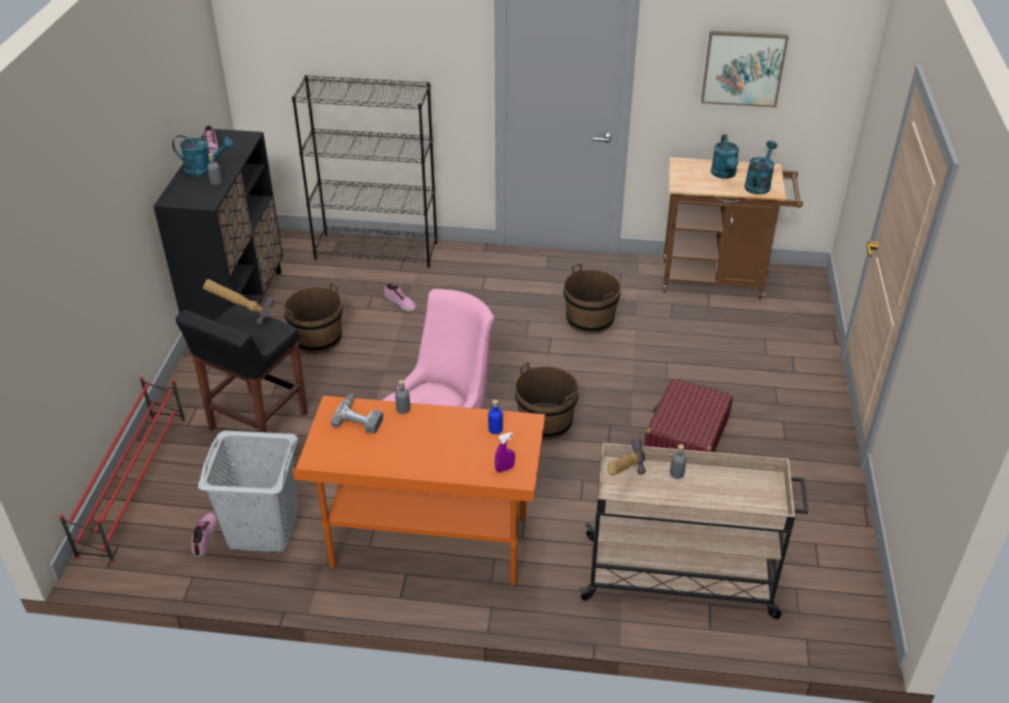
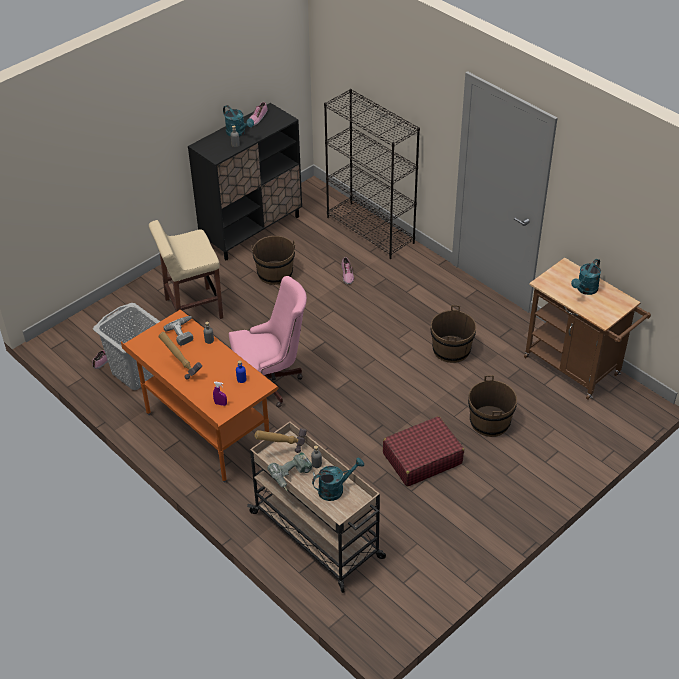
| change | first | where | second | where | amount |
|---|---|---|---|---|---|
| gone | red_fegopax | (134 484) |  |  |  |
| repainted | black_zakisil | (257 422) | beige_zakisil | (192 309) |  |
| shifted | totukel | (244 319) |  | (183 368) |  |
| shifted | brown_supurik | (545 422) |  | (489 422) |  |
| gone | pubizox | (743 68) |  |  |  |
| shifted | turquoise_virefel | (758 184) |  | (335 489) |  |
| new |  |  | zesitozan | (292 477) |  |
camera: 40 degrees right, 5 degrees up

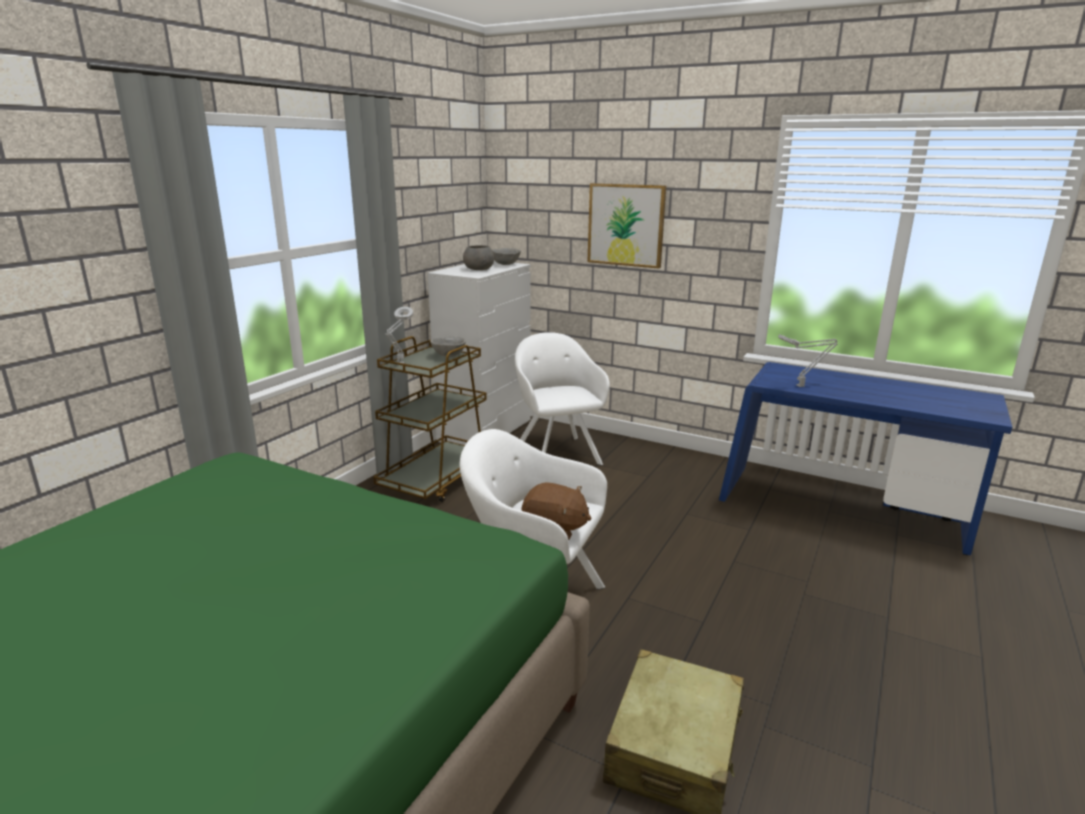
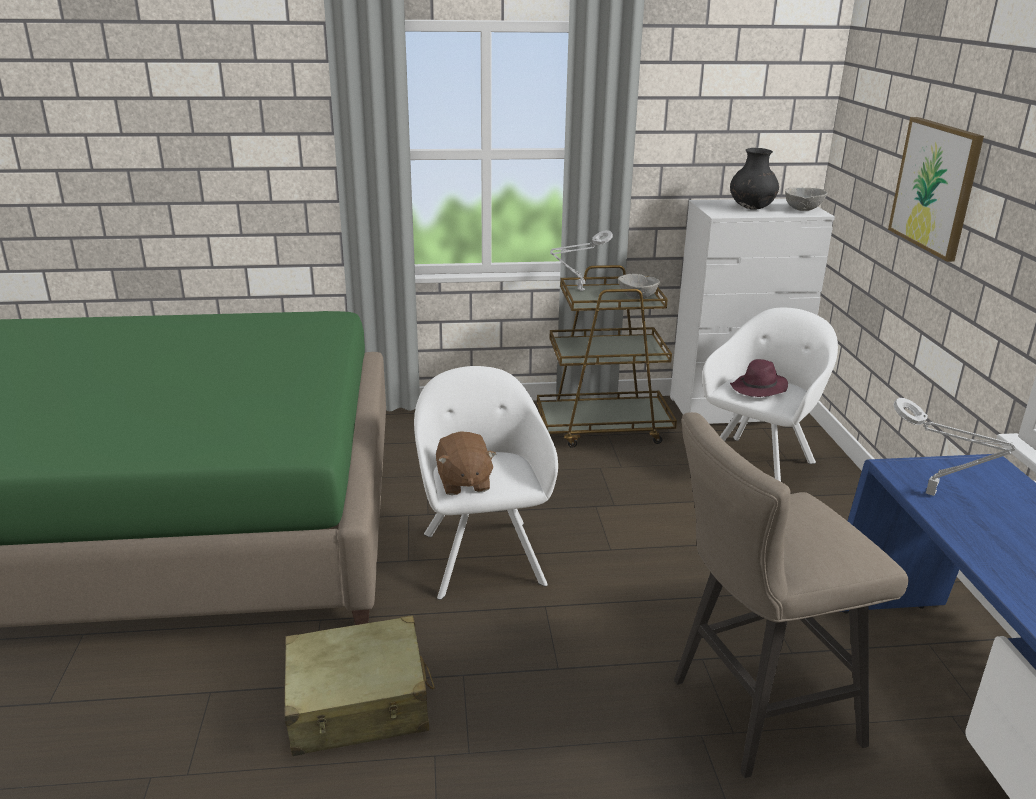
| change | first | where | second | where | amount |
|---|---|---|---|---|---|
| swapped | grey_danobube | (479 269) | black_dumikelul | (751 208) |  |
| new |  |  | beige_zakisil | (753 712) |  |
| new |  |  | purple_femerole | (758 389) |  |
camera: 55 degrees right, 5 degrees up

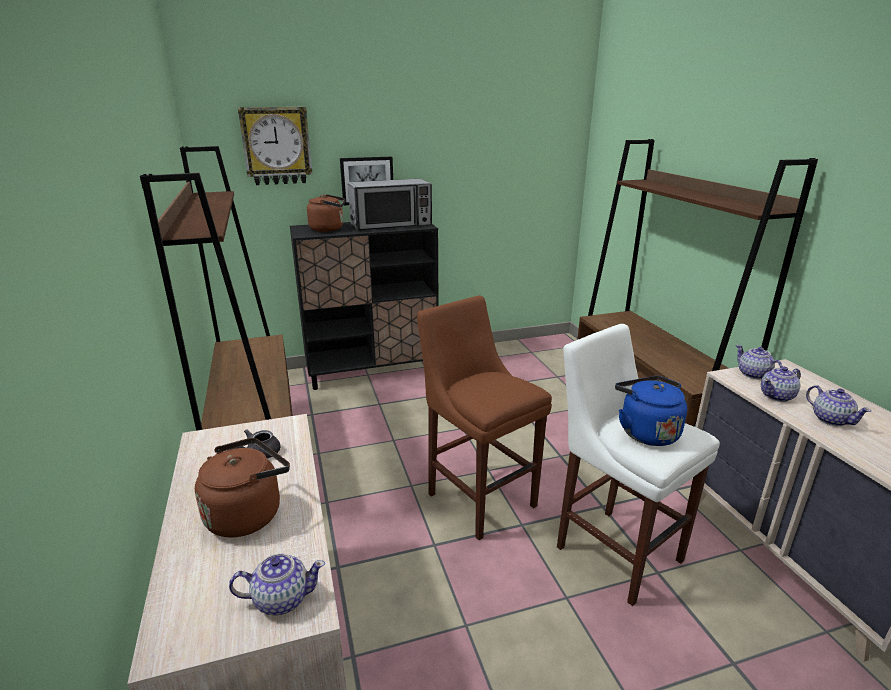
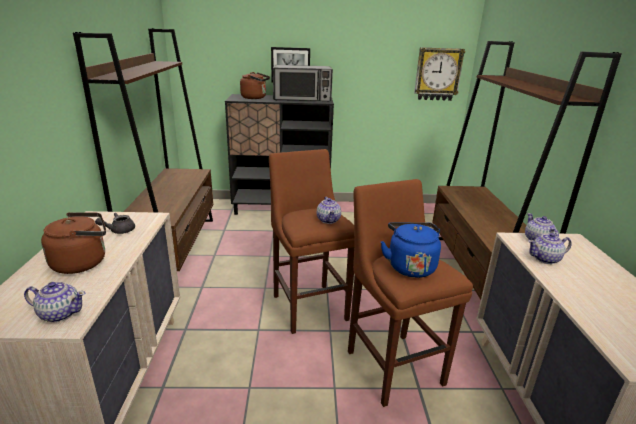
| change | first | where | second | where | amount |
|---|---|---|---|---|---|
| shifted | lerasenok | (276 146) |  | (437 74) |  |
| repainted | white_zakisil | (614 549) | brown_zakisil | (392 363) |  |
| shifted | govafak | (831 419) |  | (328 220) |  |
camera: 15 degrees right, 0 degrees up

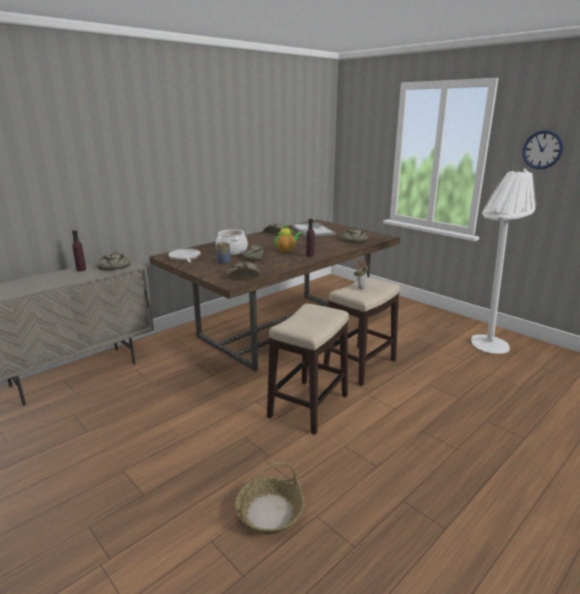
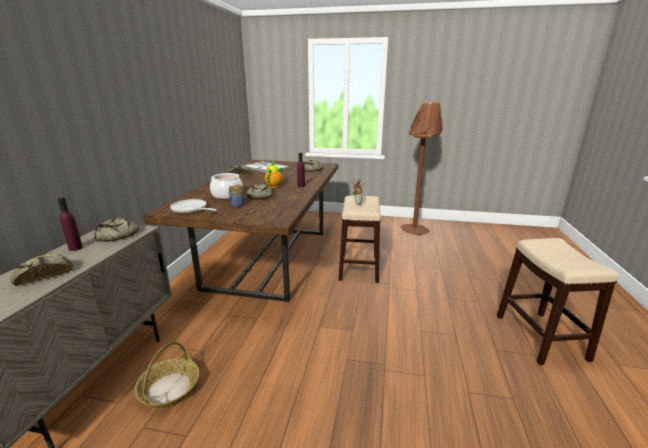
| change | first | where | second | where | amount |
|---|---|---|---|---|---|
| shifted | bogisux | (243 275) |  | (43 274) |  |
| shifted | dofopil | (270 513) |  | (169 389) |  |
| shifted | zakisil | (308 406) |  | (541 337) |  |
| repainted | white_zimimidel | (484 347) | brown_zimimidel | (414 232) |  |
| gone | lerasenok | (542 149) |  |  |  |
camera: 35 degrees left, 0 degrees up

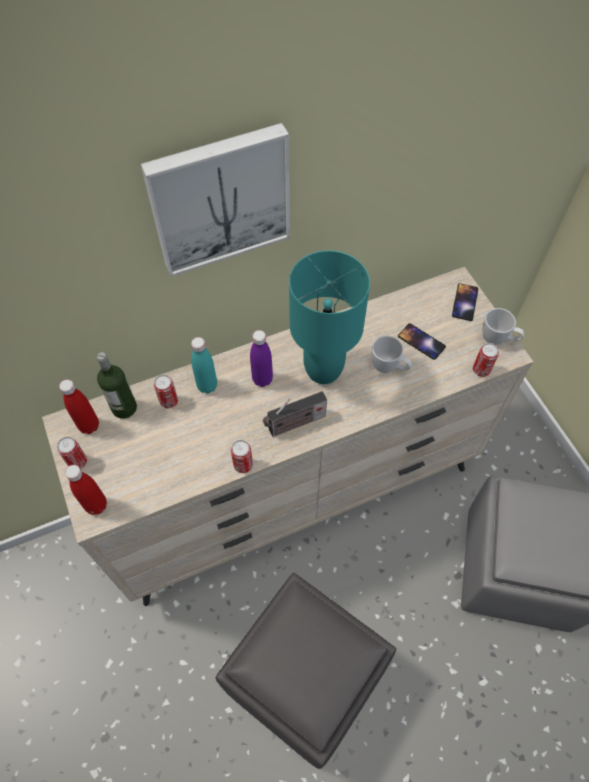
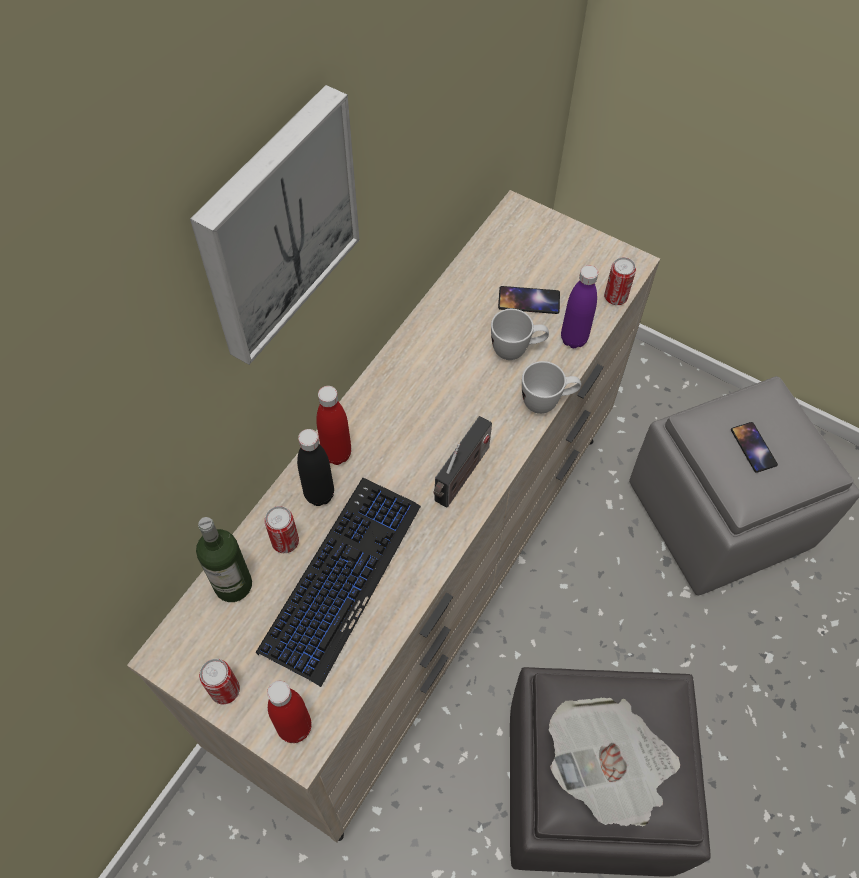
| change | first | where | second | where | amount |
|---|---|---|---|---|---|
| shifted | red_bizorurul | (89 426) |  | (337 454) |  |
| repainted | turquoise_bizorurul | (207 386) | black_bizorurul | (319 494) |  |
| gone | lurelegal | (243 465) |  |  |  |
| shifted | purple_bizorurul | (262 379) |  | (573 339) |  |
| gone | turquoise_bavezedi | (323 371) |  |  |  |
| shifted | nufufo | (464 302) |  | (753 447) |  |
| shifted | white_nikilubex | (498 340) |  | (547 402) |  |
| new |  |  | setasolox | (341 577) |  |
| new |  |  | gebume | (609 766) |  |
camera: 35 degrees left, 0 degrees up

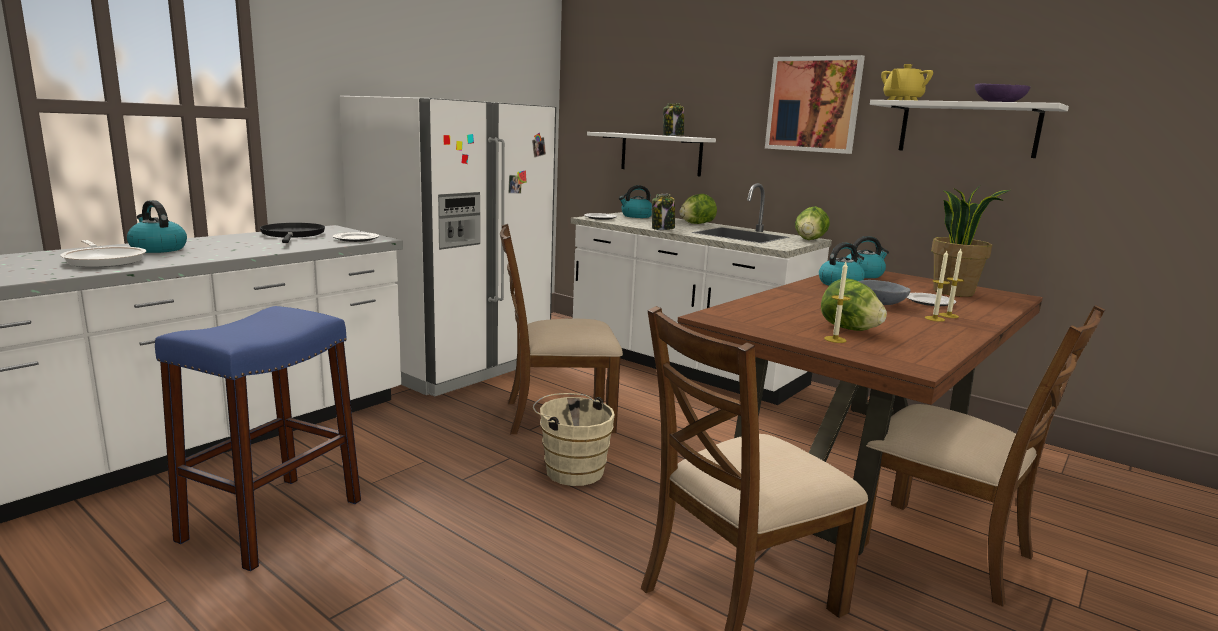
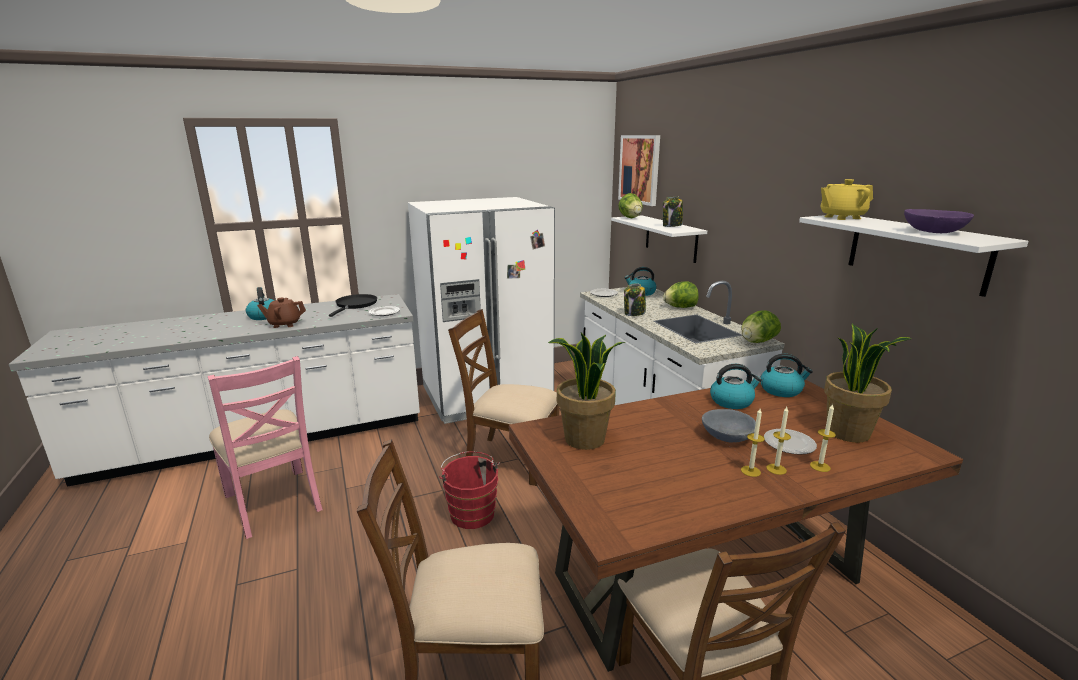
| change | first | where | second | where | amount |
|---|---|---|---|---|---|
| gone | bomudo | (105 260) |  |  |  |
| swapped | blue_zakisil | (272 520) | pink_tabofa | (274 502) |  |
| repainted | beige_supurik | (571 469) | red_supurik | (471 512) |  |
| shifted | pubizox | (813 104) |  | (639 169) |  |
| shifted | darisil | (849 329) |  | (630 218) |  |
| shifted | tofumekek | (835 339) |  | (820 466) |  |
| new |  |  | brown_govafak | (284 324) |  |
| new |  |  | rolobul | (584 439) |  |
camera: 30 degrees right, 5 degrees up

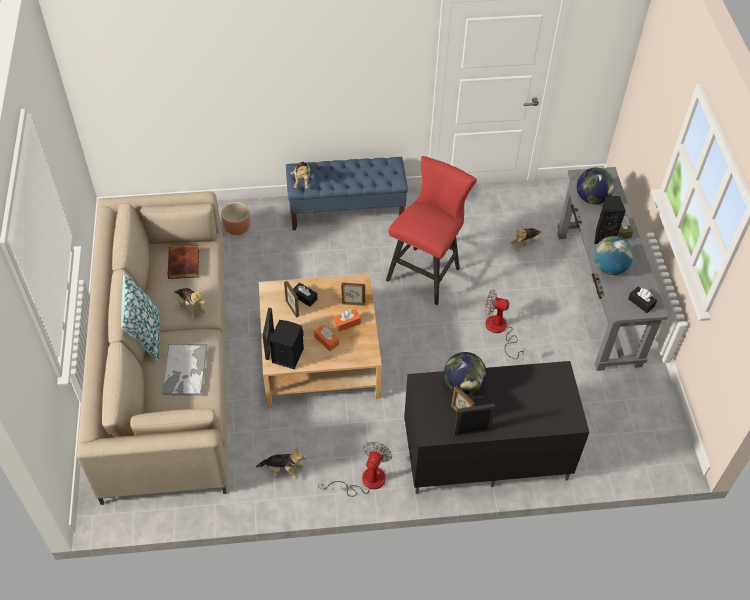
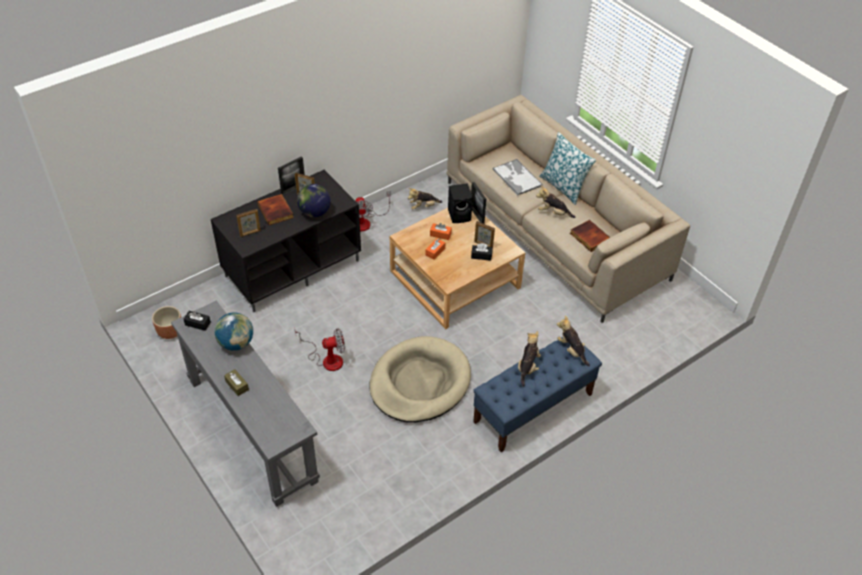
| change | first | where | second | where | amount |
|---|---|---|---|---|---|
| shifted | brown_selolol | (237 228) |  | (170 331) |  |
| shifted | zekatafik | (353 303) |  | (250 233) |  |
| swapped | red_zakisil | (426 272) | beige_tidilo | (419 382) |  |
| shifted | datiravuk | (525 243) |  | (527 367) |  |
| gone | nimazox | (591 198) |  |  |  |
| gone | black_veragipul | (604 237) |  |  |  |
| new |  |  | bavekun | (276 211) |  |
camera: 150 degrees right, 5 degrees down

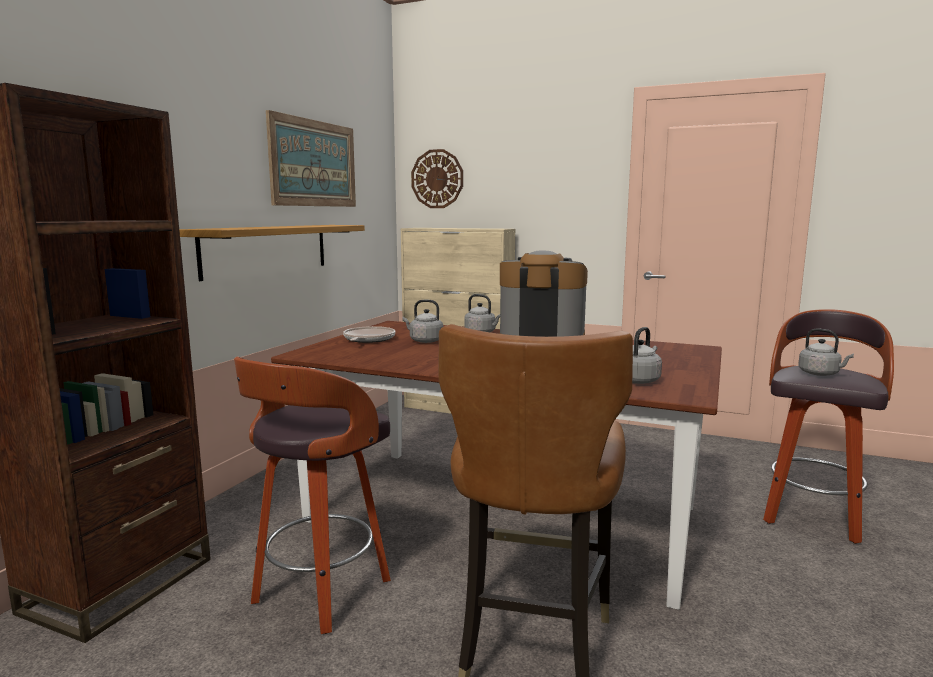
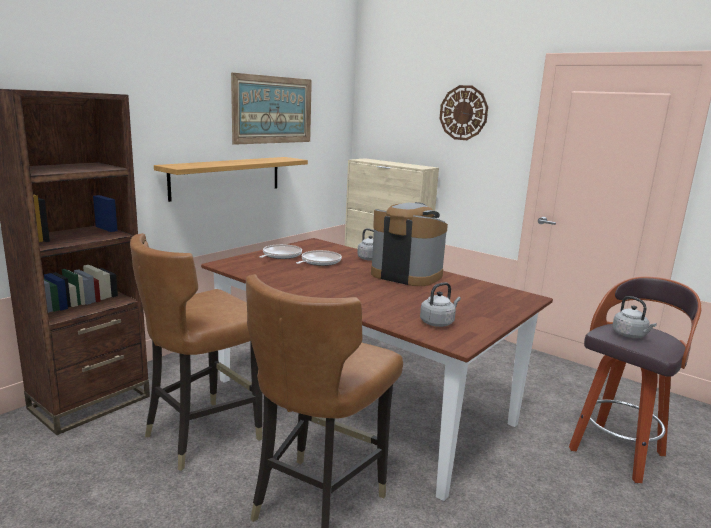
| change | first | where | second | where | amount |
|---|---|---|---|---|---|
| swapped | zakisil | (320 593) | brown_tabofa | (203 434) |  |
| swapped | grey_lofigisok | (424 341) | bomudo | (319 262) |  |
| shifted | lerasenok | (437 179) |  | (463 113) |  |
camera: 15 degrees right, 5 degrees up

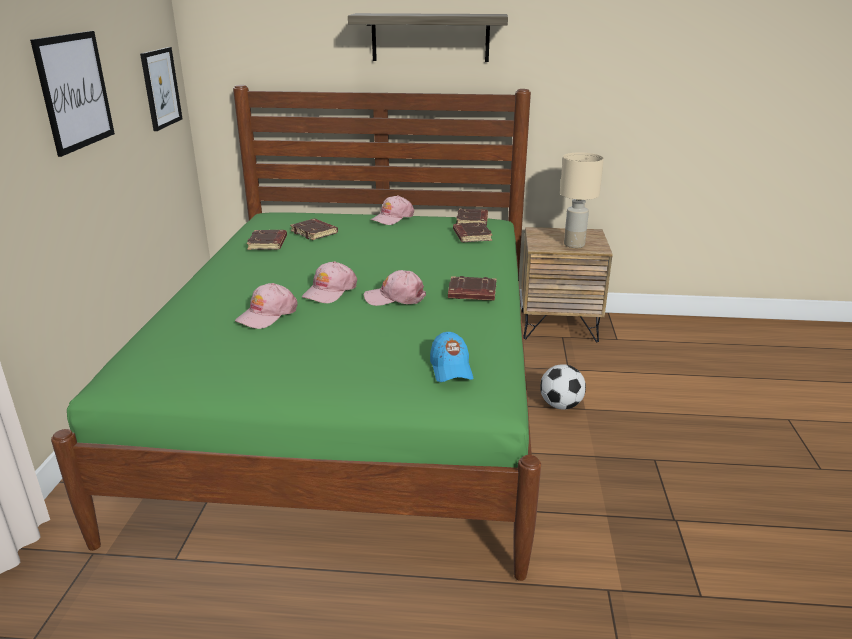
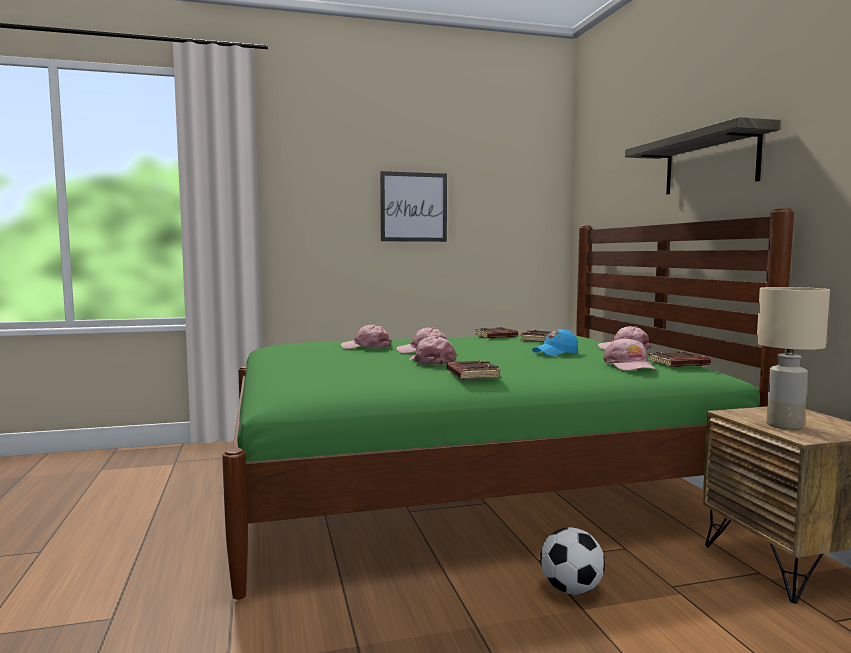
| change | first | where | second | where | amount |
|---|---|---|---|---|---|
| gone | pubizox | (160 88) |  |  |  |
| shifted | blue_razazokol | (451 369) |  | (555 353) |  |
| swapped | brown_bavekun | (471 236) | pink_razazokol | (629 366) |  |
camera: 70 degrees right, 20 degrees down

